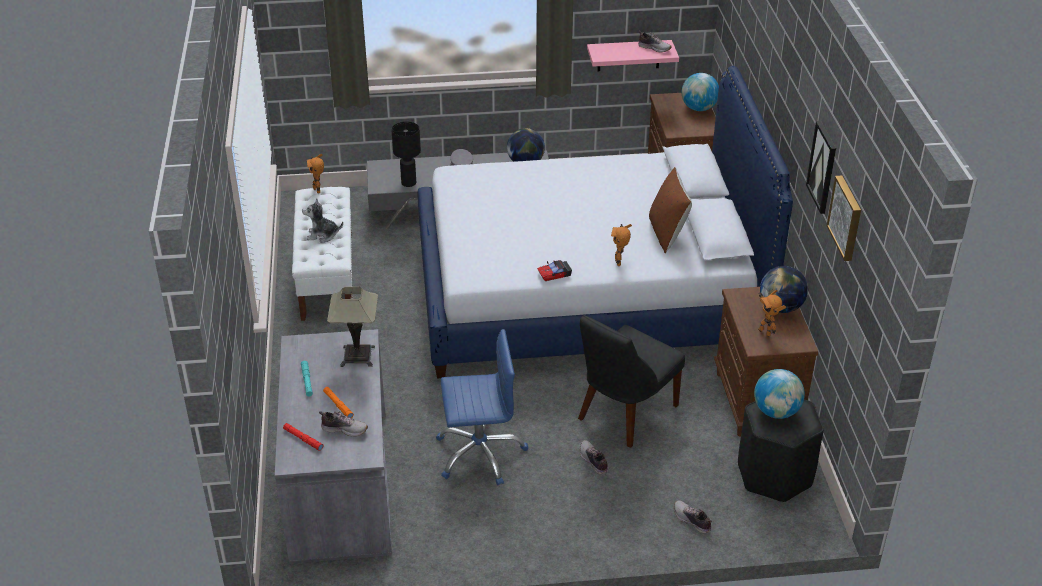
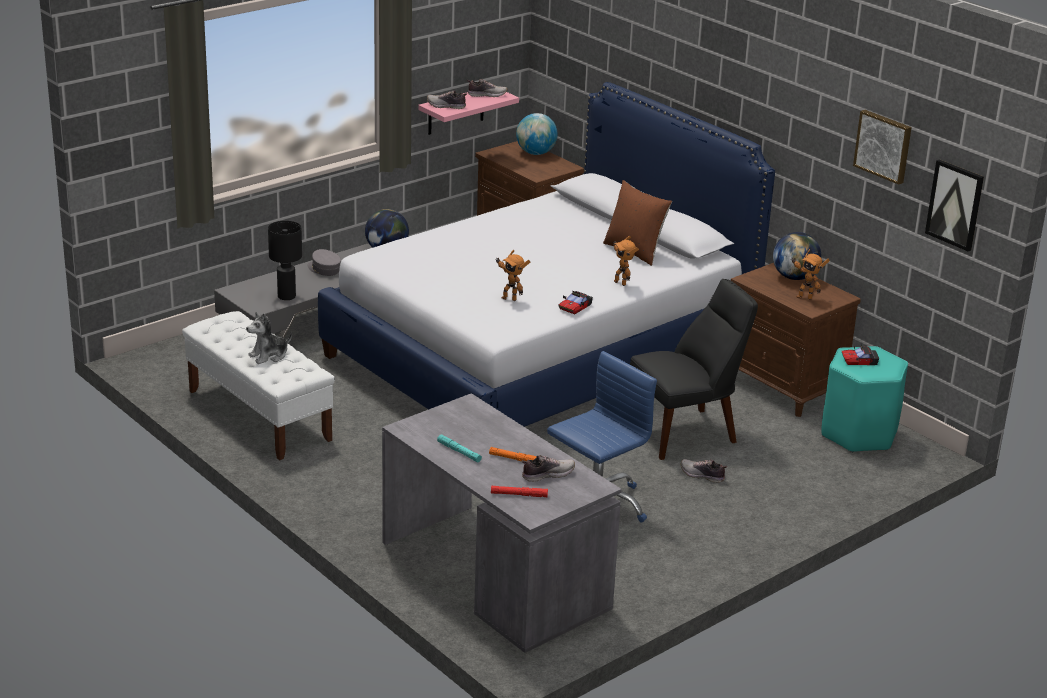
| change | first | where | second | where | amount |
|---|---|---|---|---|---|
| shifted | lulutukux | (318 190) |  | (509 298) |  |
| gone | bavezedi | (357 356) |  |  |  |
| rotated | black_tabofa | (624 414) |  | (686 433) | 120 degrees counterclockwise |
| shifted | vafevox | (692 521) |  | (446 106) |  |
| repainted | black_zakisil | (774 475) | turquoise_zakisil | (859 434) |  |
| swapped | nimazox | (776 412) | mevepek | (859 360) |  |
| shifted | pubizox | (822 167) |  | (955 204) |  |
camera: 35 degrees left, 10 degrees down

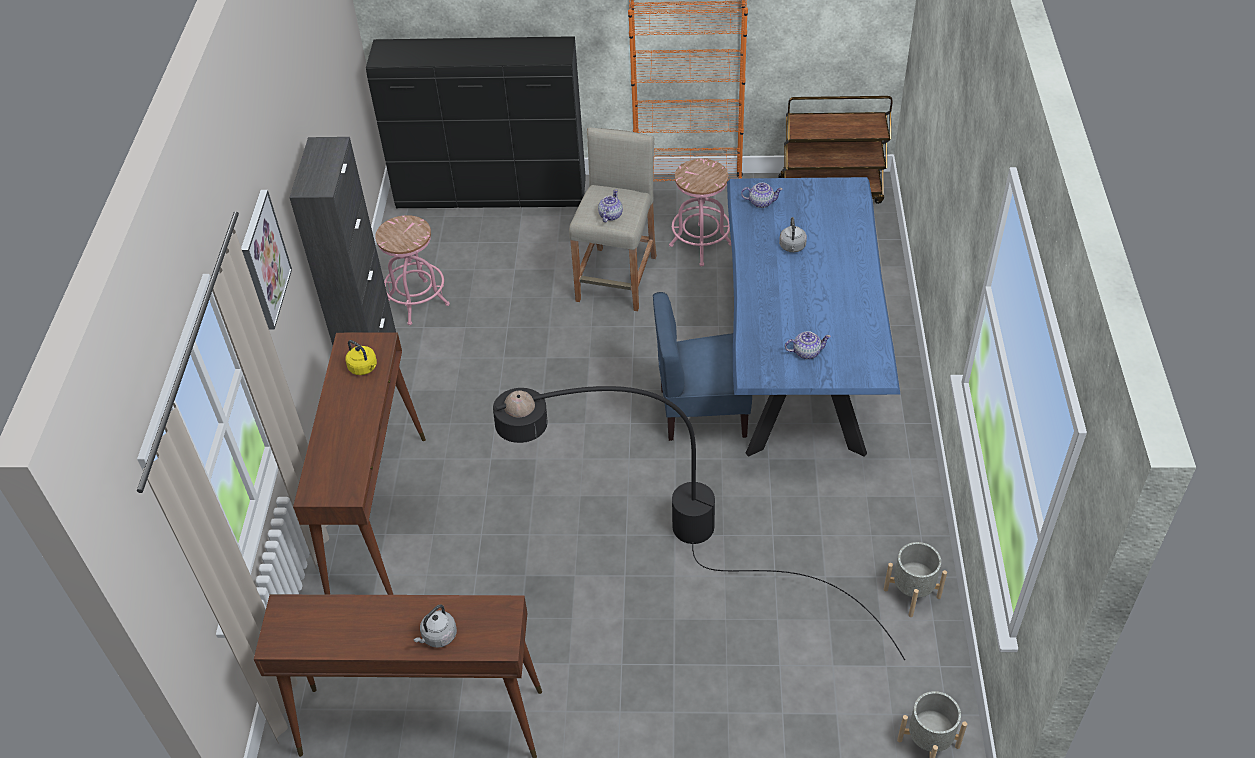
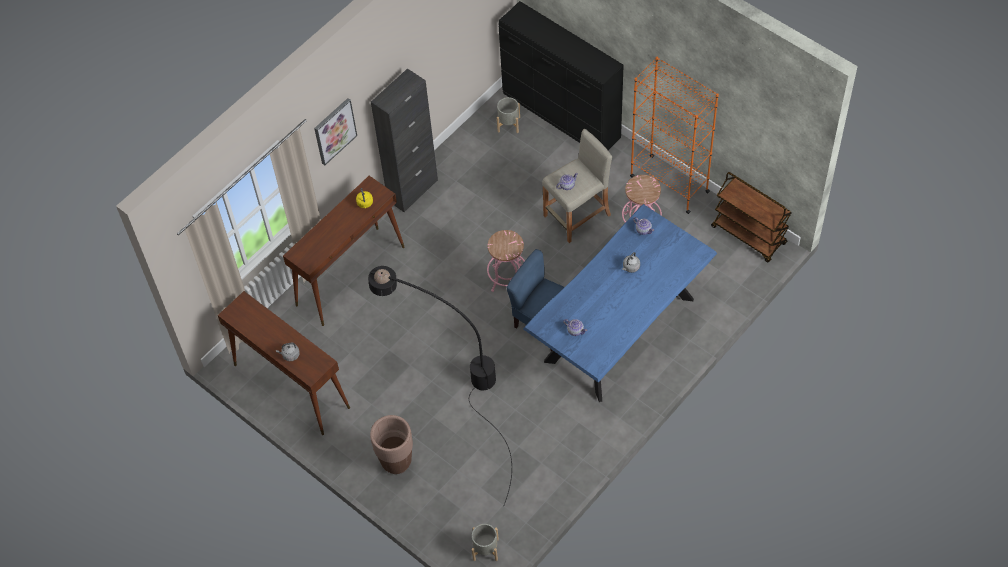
| change | first | where | second | where | amount |
|---|---|---|---|---|---|
| shifted | pink_zakisil | (417 302) |  | (507 278) |  |
| shifted | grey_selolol | (912 593) |  | (509 124) |  |
| new |  |  | brown_selolol | (396 462) |  |
camera: 40 degrees right, 10 degrees up

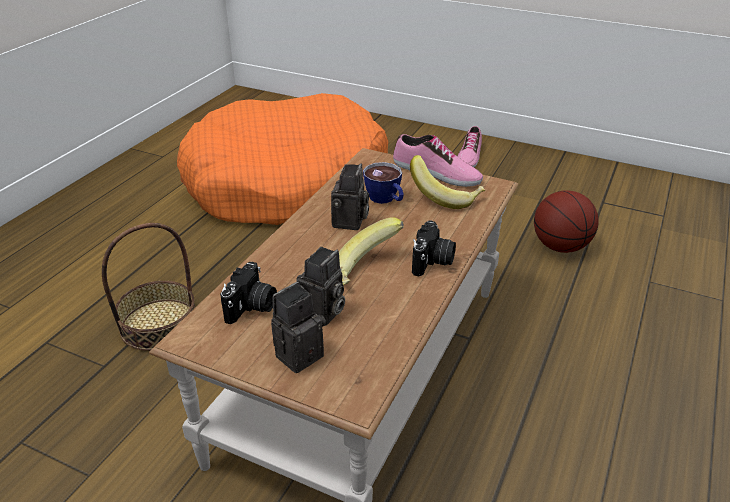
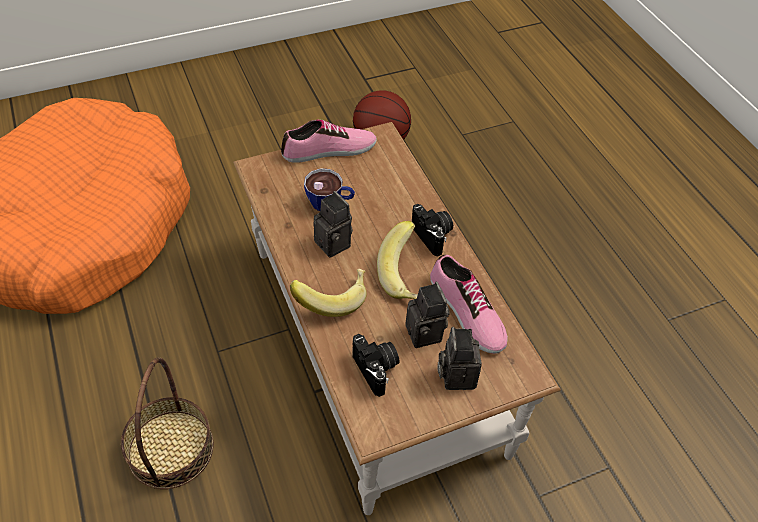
| change | first | where | second | where | amount |
|---|---|---|---|---|---|
| shifted | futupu | (445 197) |  | (332 298) |  |
| shifted | vafevox | (468 156) |  | (466 312) |  |
camera: 50 degrees left, 15 degrees up

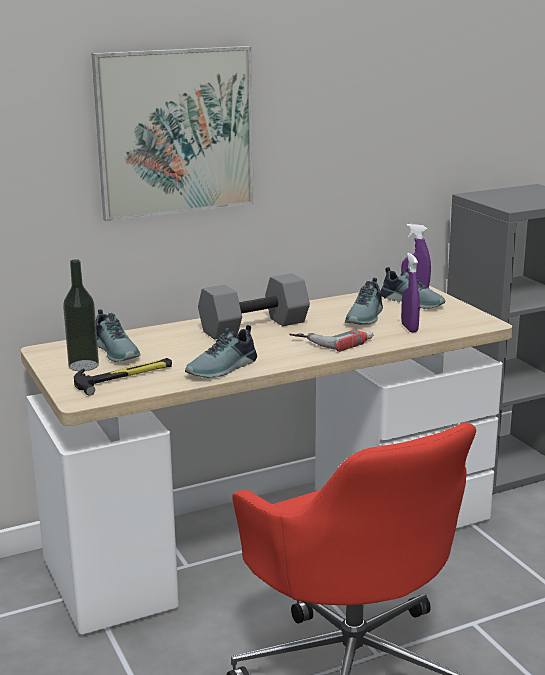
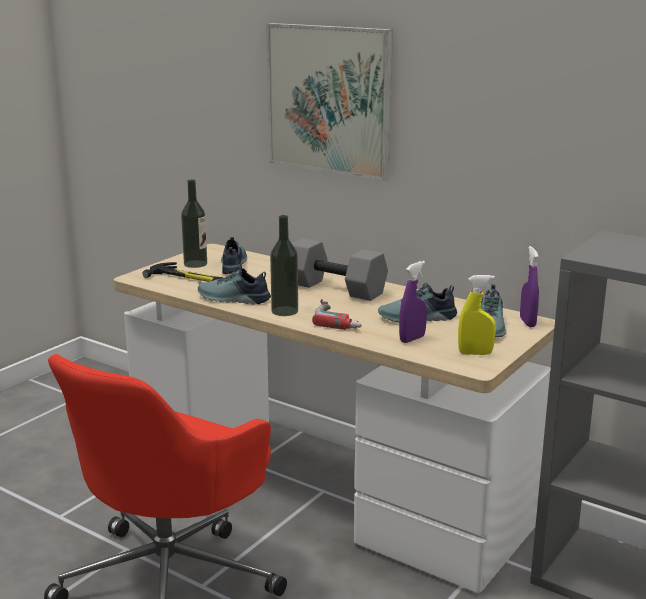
| change | first | where | second | where | amount |
|---|---|---|---|---|---|
| rotated | vafevox | (117 351) |  | (232 265) | 150 degrees clockwise |
| new |  |  | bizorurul | (284 311) |  |
| new |  |  | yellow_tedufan | (475 353) |  |
camera: 60 degrees right, 0 degrees up

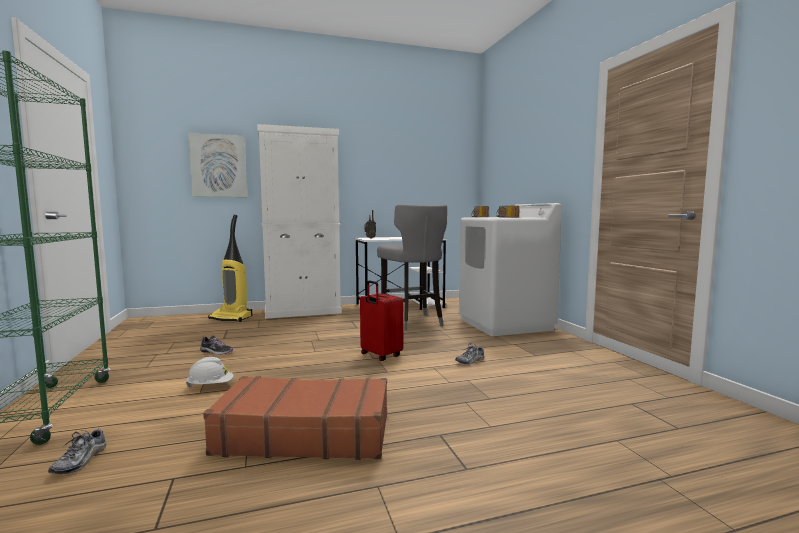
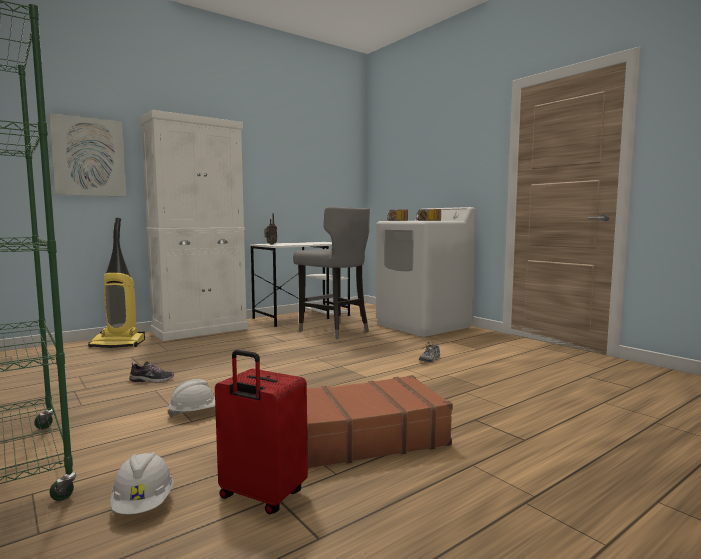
| change | first | where | second | where | amount |
|---|---|---|---|---|---|
| swapped | vafevox | (80 461) | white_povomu | (143 504) |  |
| shifted | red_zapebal | (380 355) |  | (261 496) |  |
camera: 20 degrees left, 0 degrees up

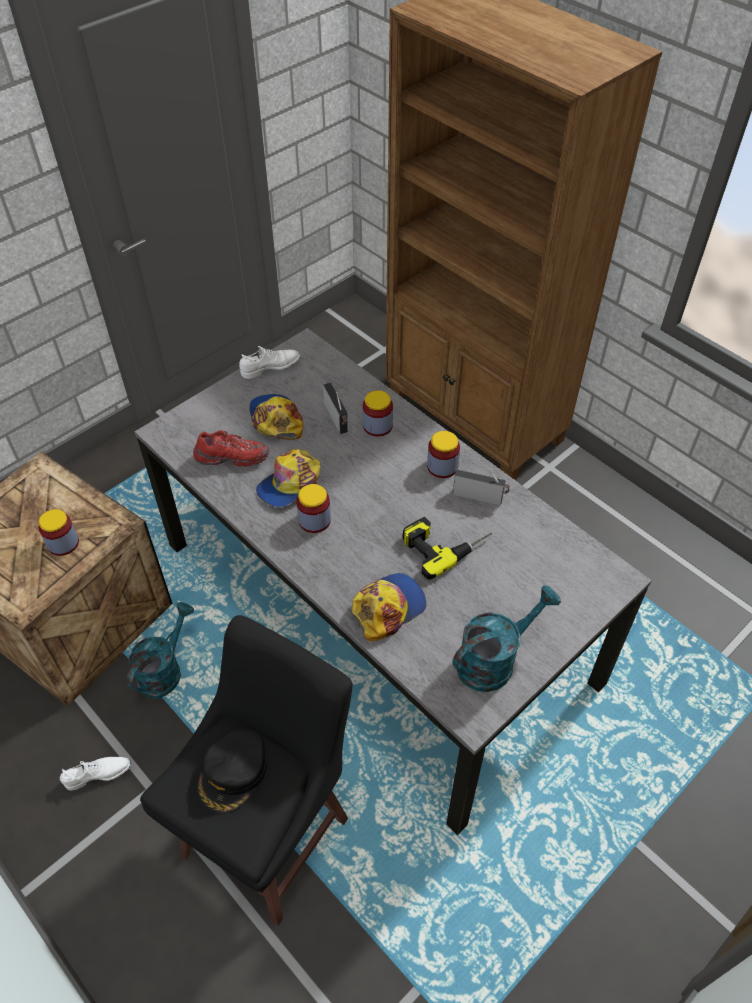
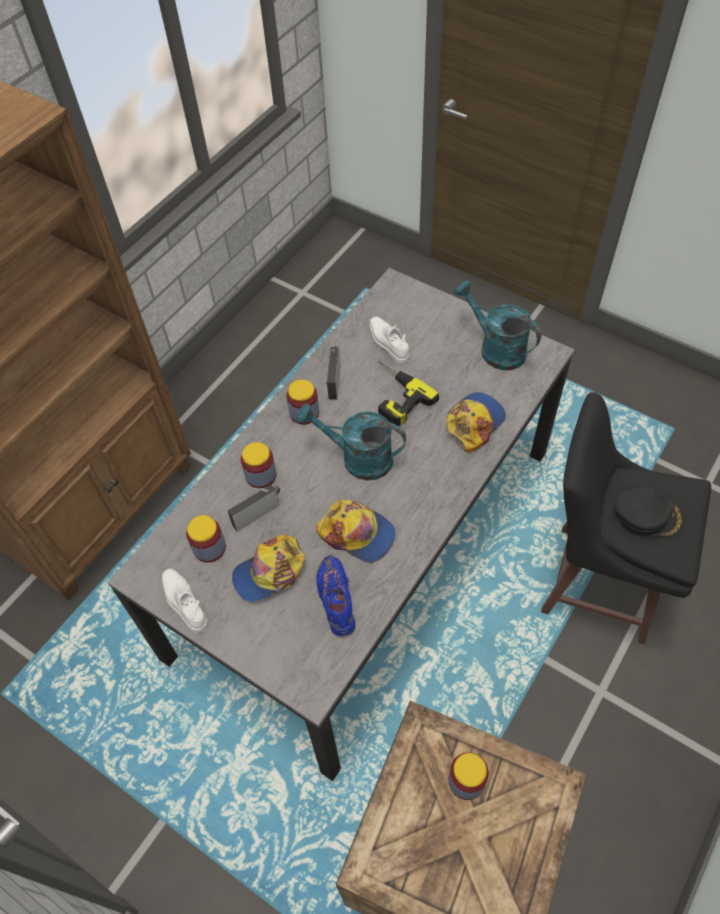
| change | first | where | second | where | amount |
|---|---|---|---|---|---|
| shifted | white_vafevox | (98 774) |  | (388 343) |  |
| shifted | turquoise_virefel | (164 670) |  | (357 458) |  |
| repainted | red_vafevox | (232 458) | blue_vafevox | (336 600) |  |
| shifted | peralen | (314 520) |  | (209 547) |  |
| rotated | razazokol | (388 608) |  | (474 423) | 90 degrees clockwise |
camera: 100 degrees left, 5 degrees up

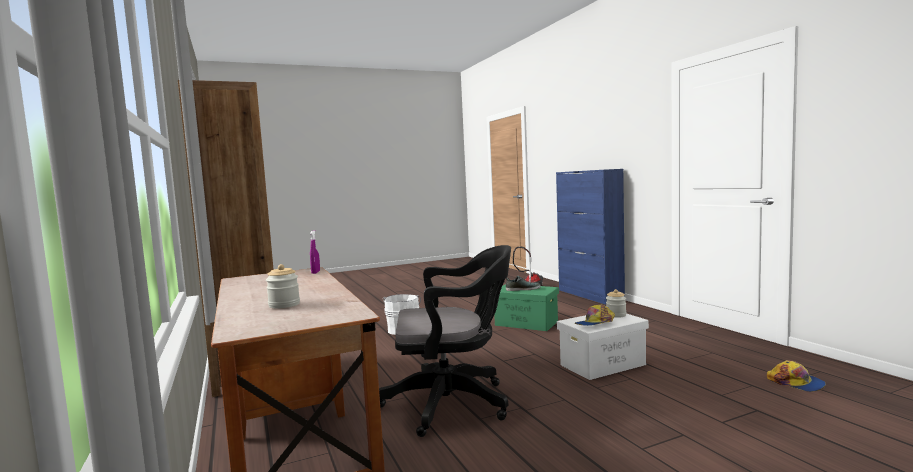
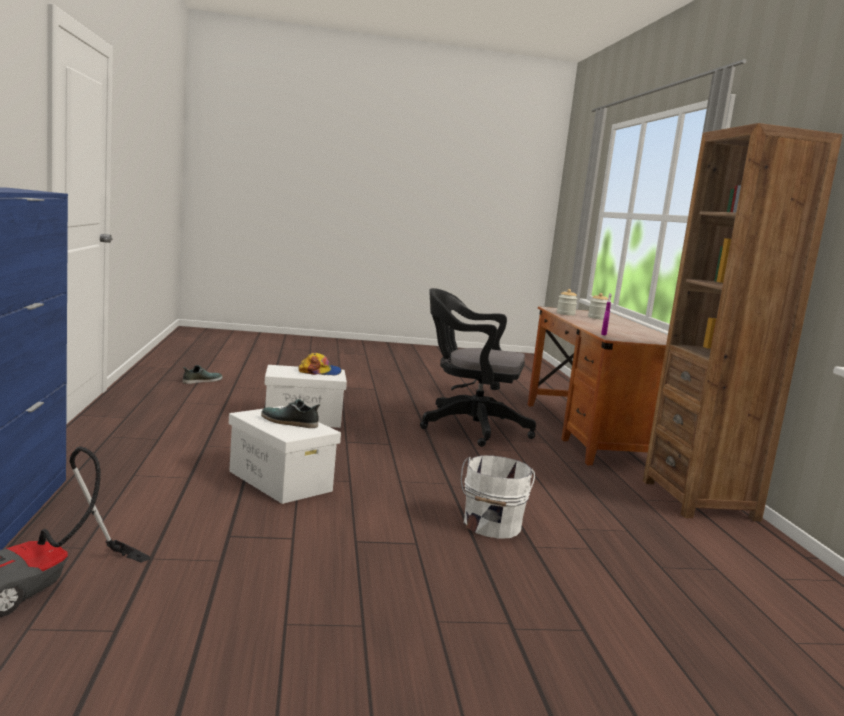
| change | first | where | second | where | amount |
|---|---|---|---|---|---|
| repainted | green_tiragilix | (527 323) | white_tiragilix | (279 480) |  |
| shifted | peralen | (616 315) |  | (565 314) |  |
| swapped | razazokol | (796 383) | vafevox | (202 381) |  |
camera: 165 degrees left, 5 degrees up

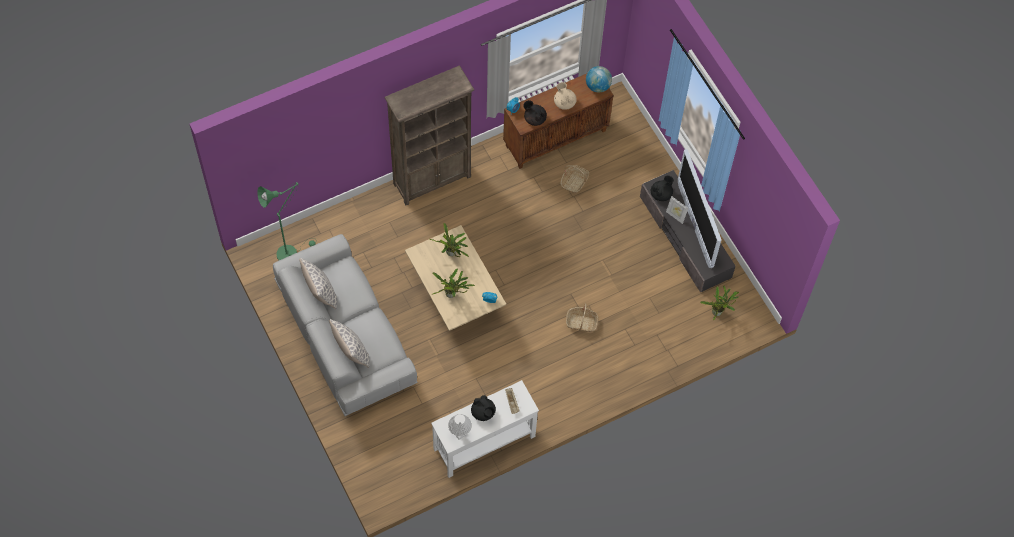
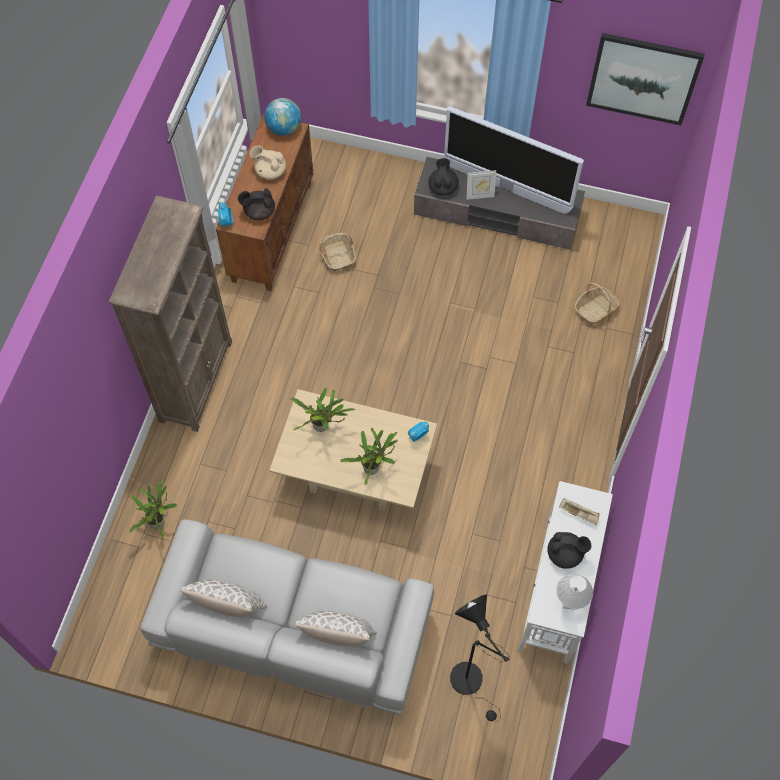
| change | first | where | second | where | amount |
|---|---|---|---|---|---|
| gone | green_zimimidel | (290 252) |  |  |  |
| shifted | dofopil | (581 322) |  | (595 309) |  |
| shifted | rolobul | (718 312) |  | (159 521) |  |
| new |  |  | black_zimimidel | (471 683) |  |
| new |  |  | pubizox | (643 78) |  |
camera: 45 degrees left, 0 degrees up

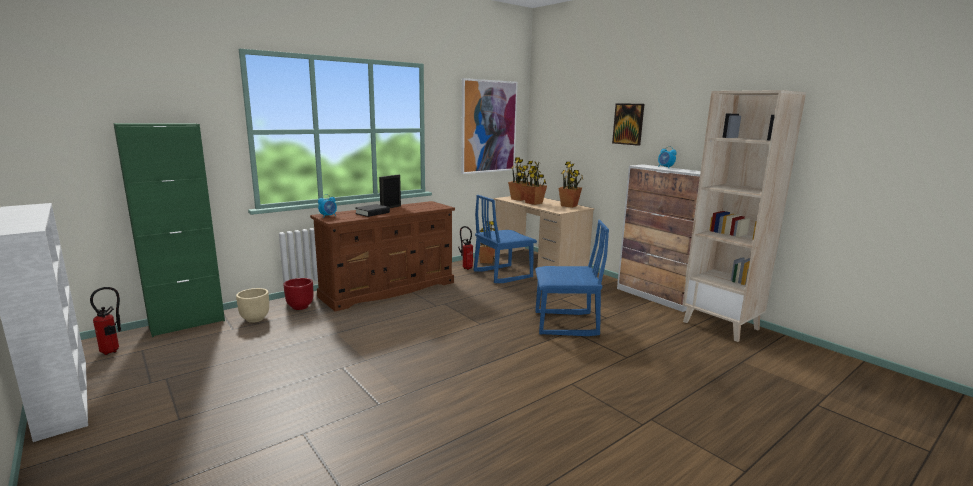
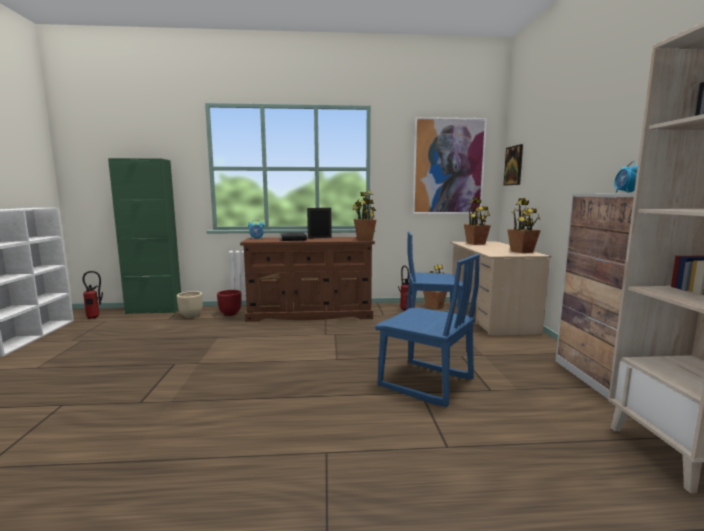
| change | first | where | second | where | amount |
|---|---|---|---|---|---|
| shifted | rolobul | (534 203) |  | (364 239) |  |
| shifted | pubizox | (628 124) |  | (514 165) |  |
camera: 35 degrees right, 5 degrees down

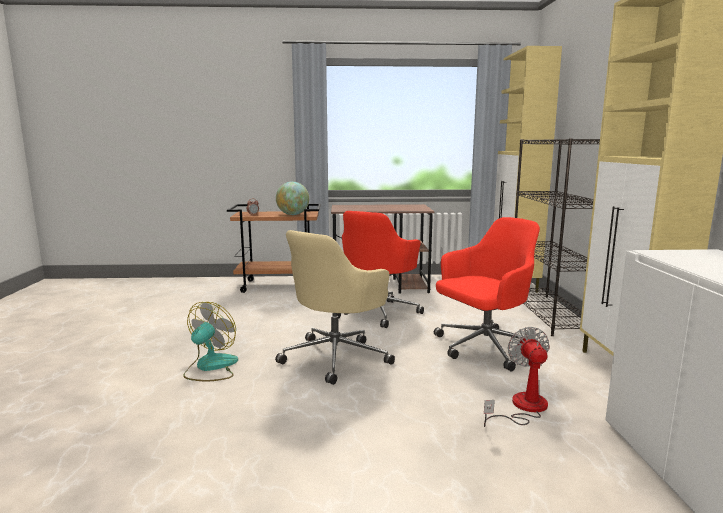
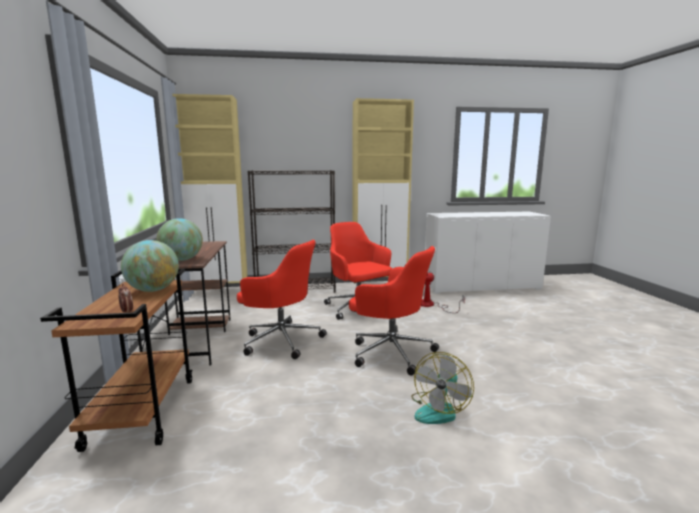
| change | first | where | second | where | amount |
|---|---|---|---|---|---|
| rotated | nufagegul | (210 367) |  | (439 409) | 75 degrees counterclockwise |
| repainted | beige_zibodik | (336 357) | red_zibodik | (390 351) |  |
| new |  |  | nimazox | (182 260) |  |
camera: 95 degrees left, 0 degrees up

